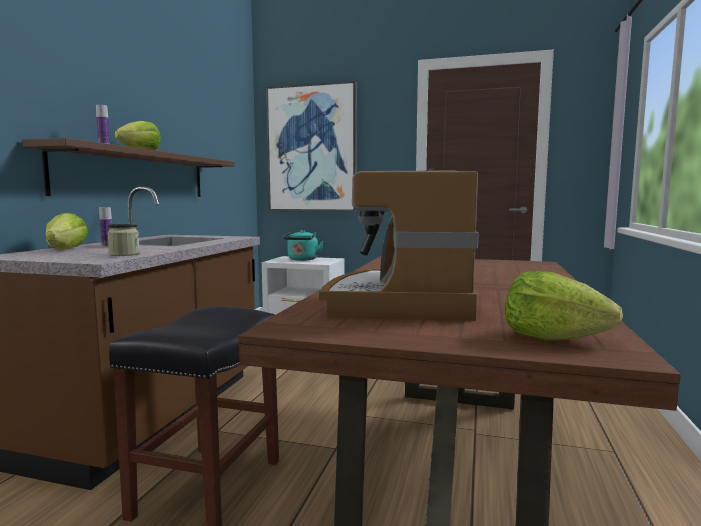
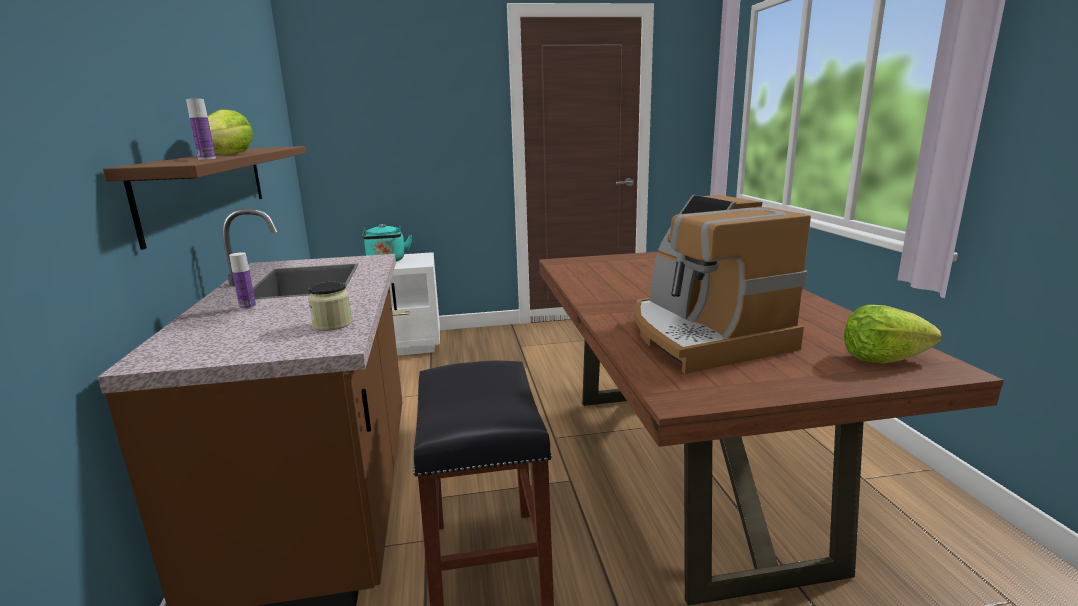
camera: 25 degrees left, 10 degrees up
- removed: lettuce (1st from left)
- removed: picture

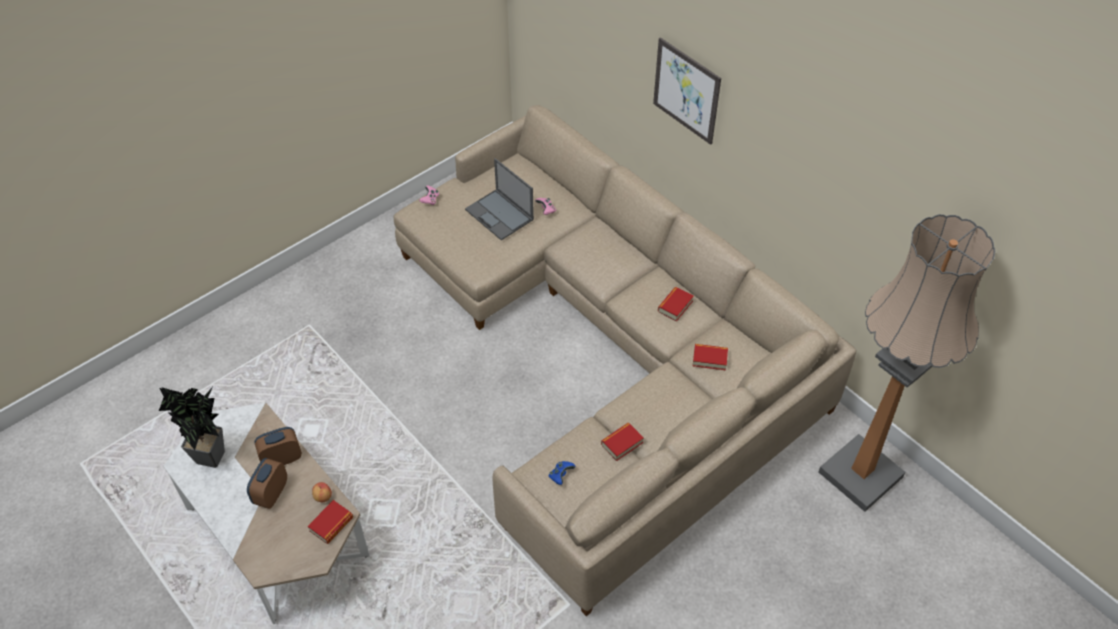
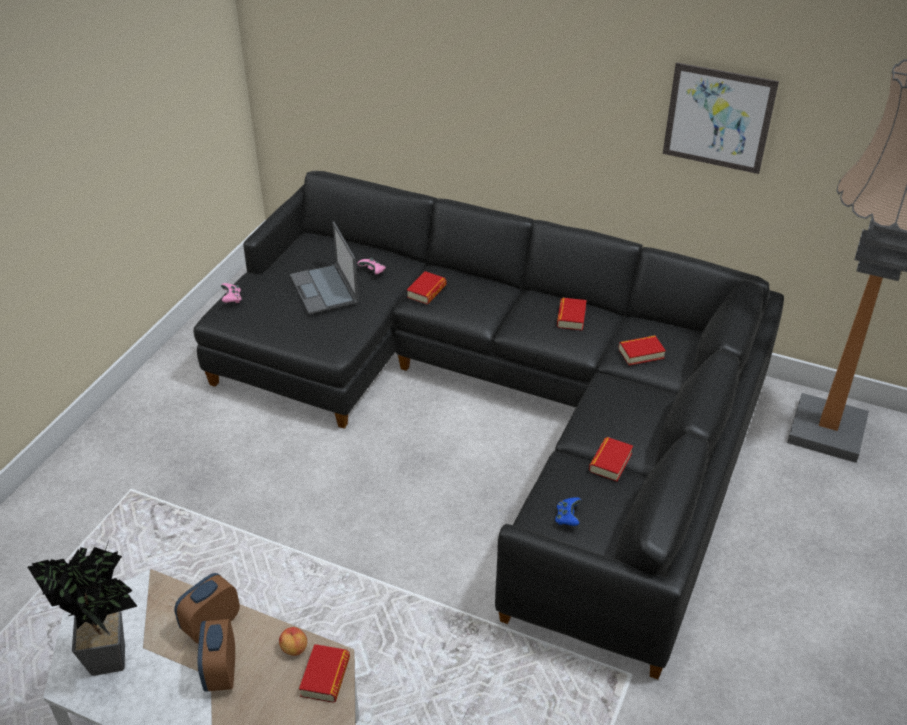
camera: 25 degrees left, 10 degrees down
- added: bound book (2nd from left)
- moved: picture
- recoloured: sand-coloured sofa to black sofa
- turned: notebook computer 45 degrees clockwise

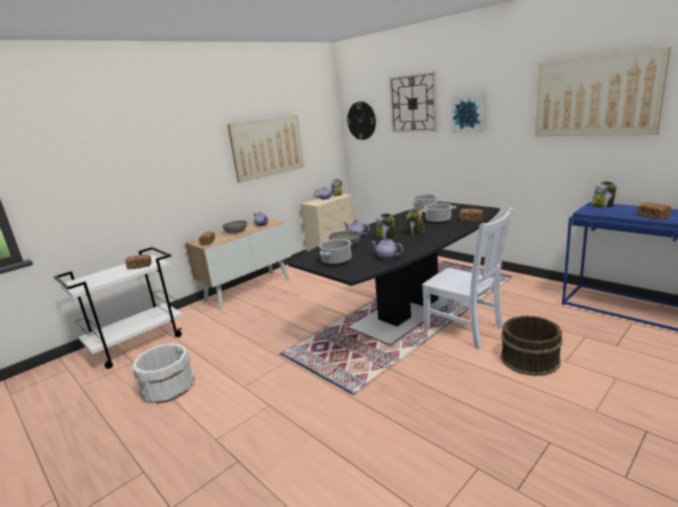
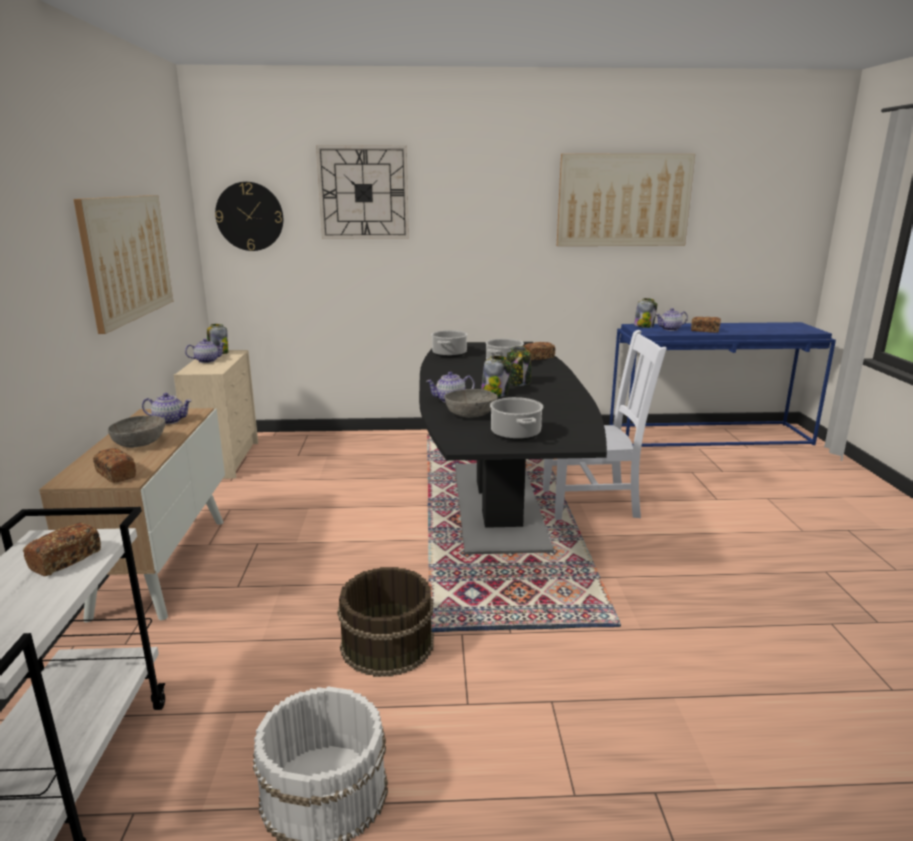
camera: 50 degrees left, 0 degrees up
- removed: picture (2nd from left)
- moved: pot for tea (4th from left)
- moved: brown-coloured pail

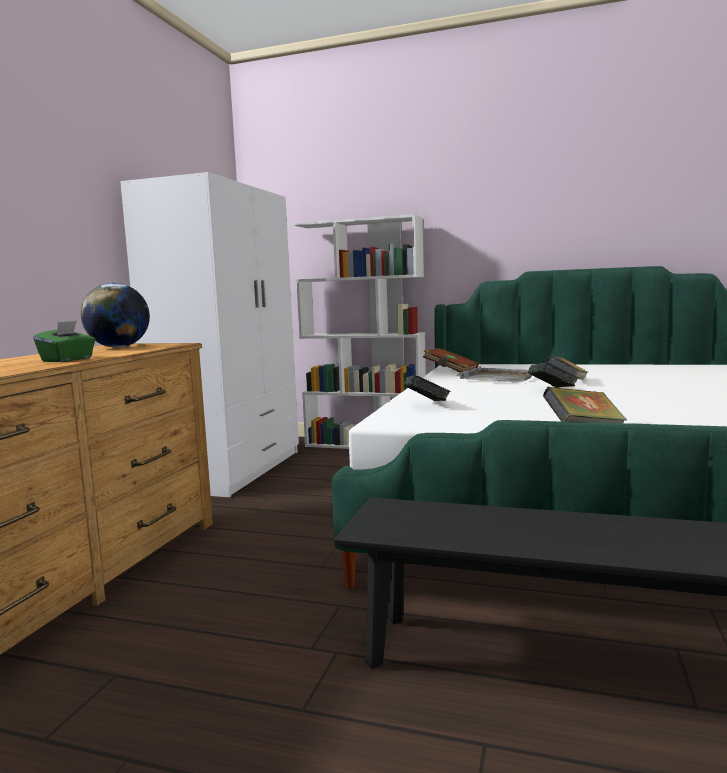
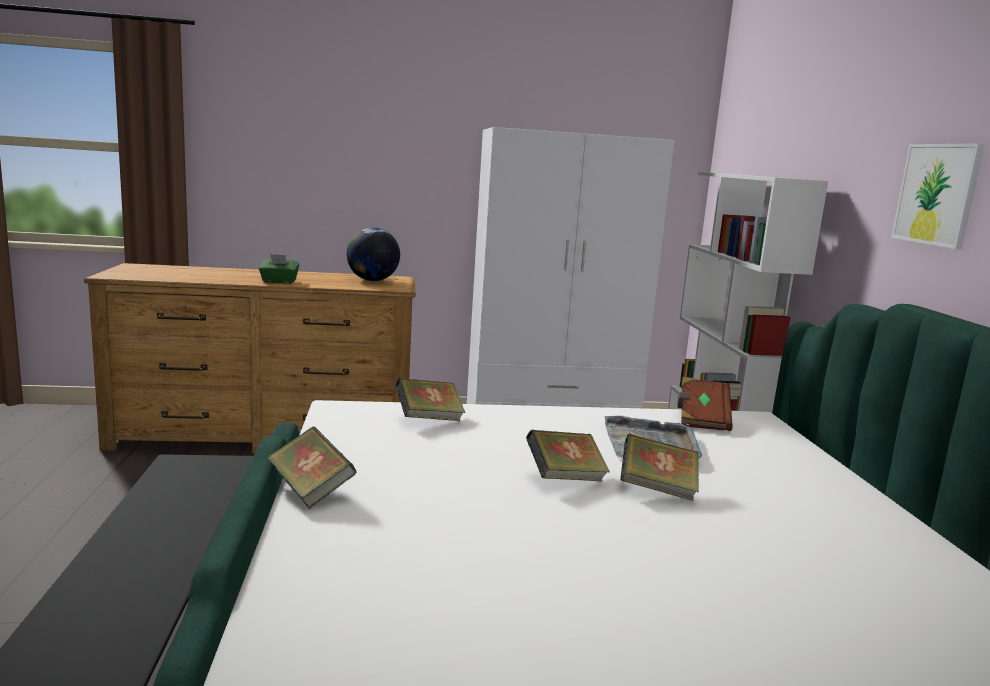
camera: 65 degrees right, 5 degrees up
- added: picture

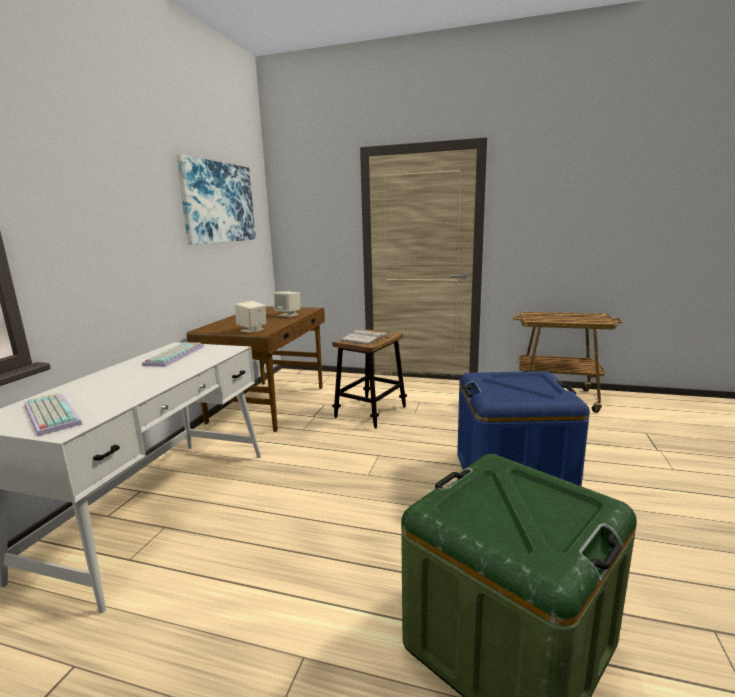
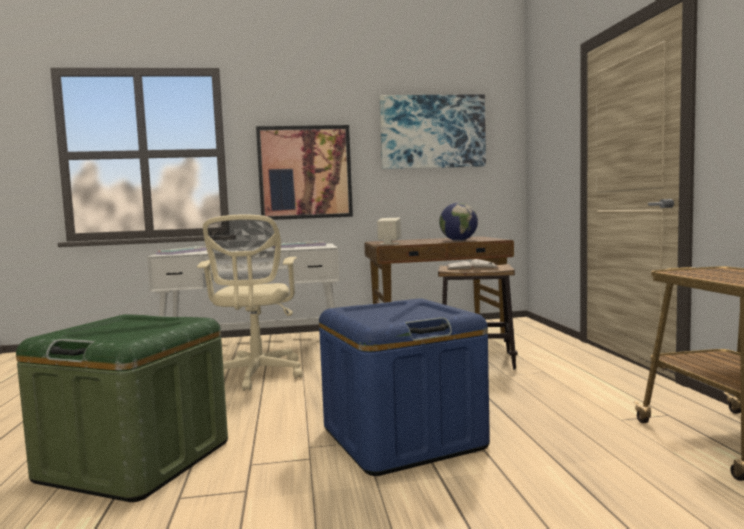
camera: 65 degrees right, 10 degrees down
- added: sand-coloured office chair
- added: picture (1st from left)
- replaced: sand-coloured speaker (2nd from left) to globe

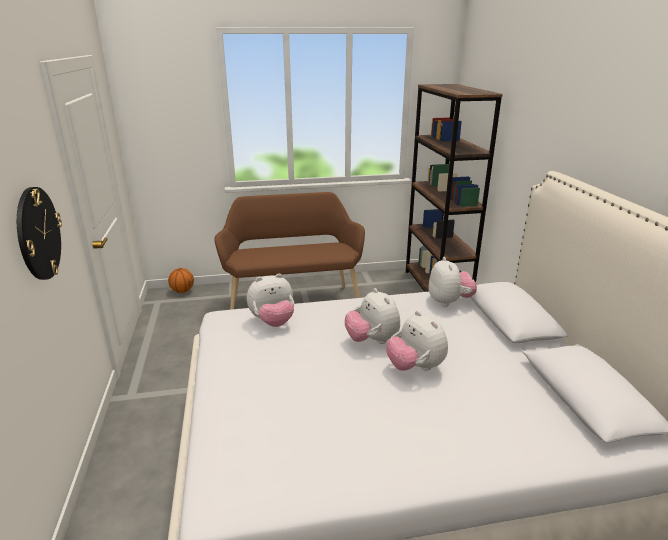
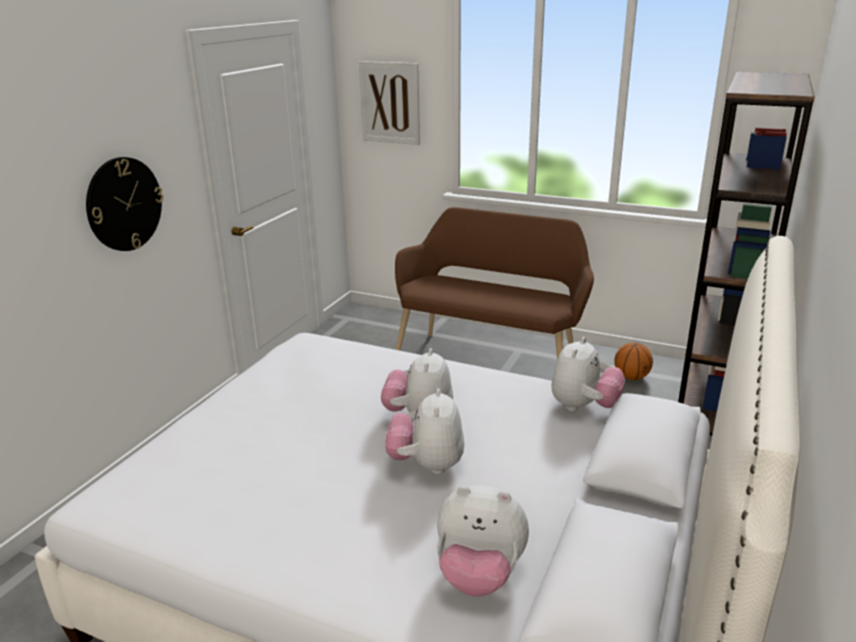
camera: 35 degrees right, 0 degrees up
- added: picture
- moved: basketball
- moved: cuddly toy (1st from left in the first image) to cuddly toy (3rd from left)

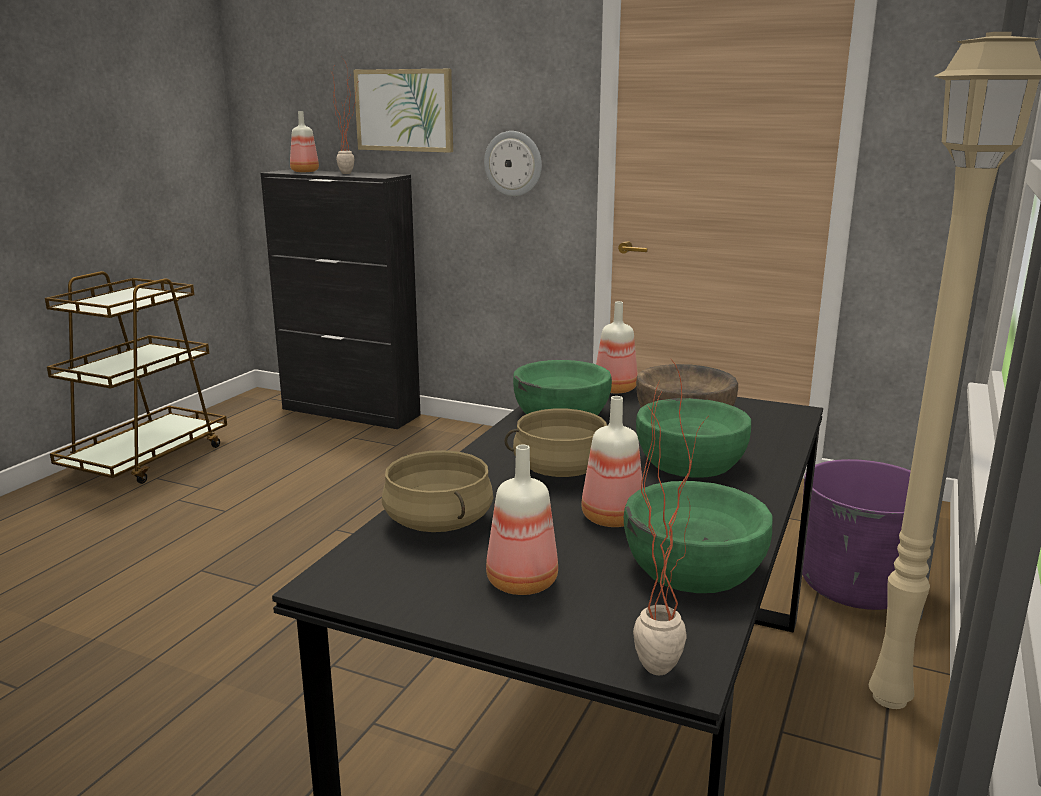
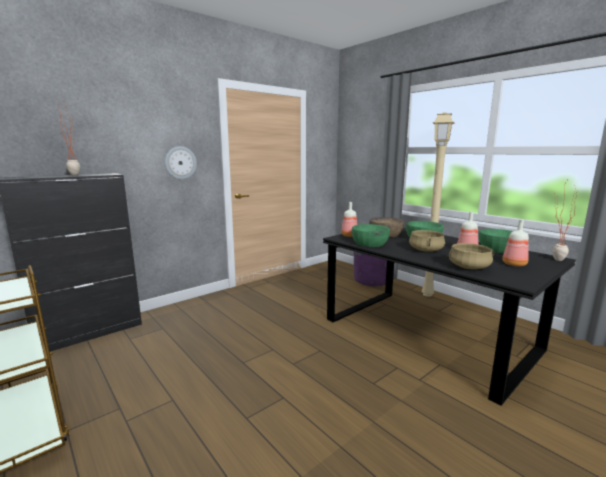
camera: 65 degrees left, 5 degrees down
- removed: drink bottle (1st from left)
- removed: picture

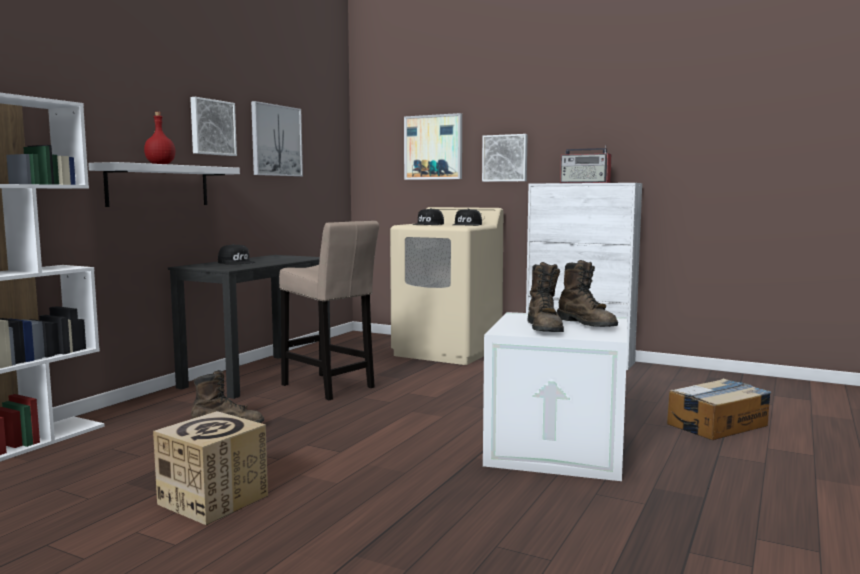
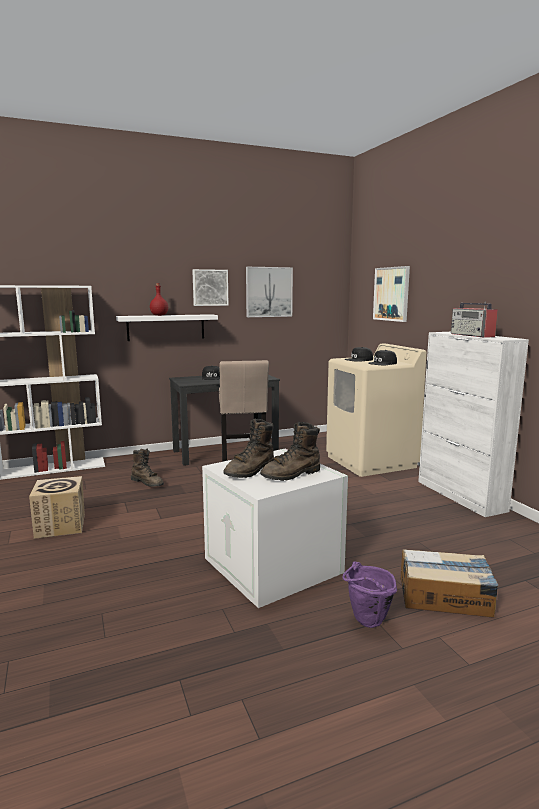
camera: 40 degrees right, 5 degrees up
- removed: picture (4th from left)
- added: purplish pail
- turned: brown-coloured tall boot (3rd from left) 45 degrees clockwise

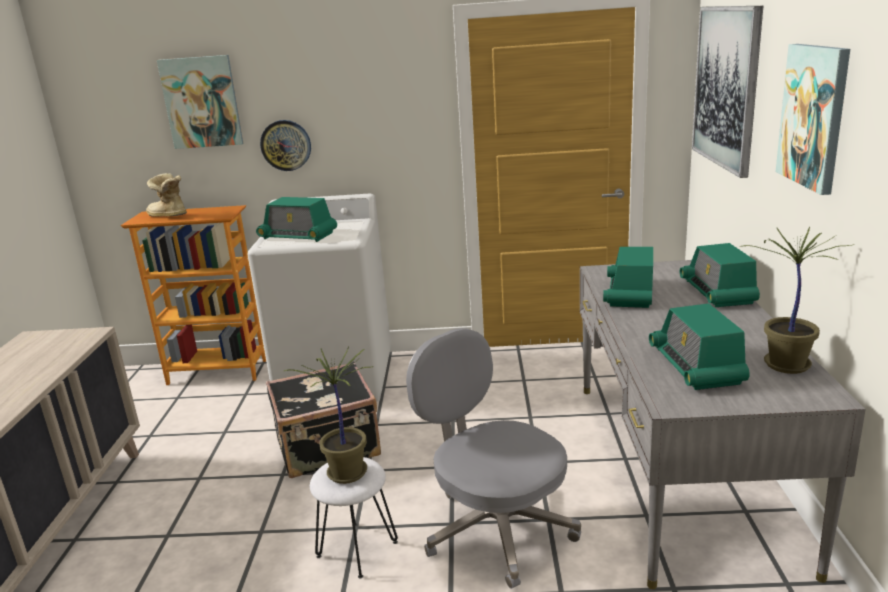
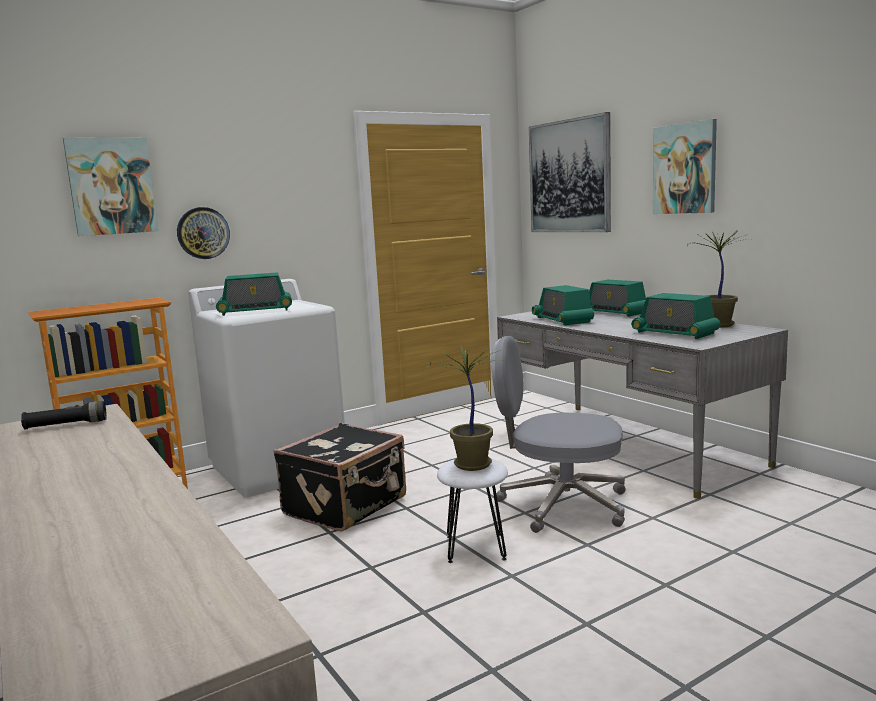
camera: 35 degrees left, 10 degrees down
- removed: tall boot
- added: black torch

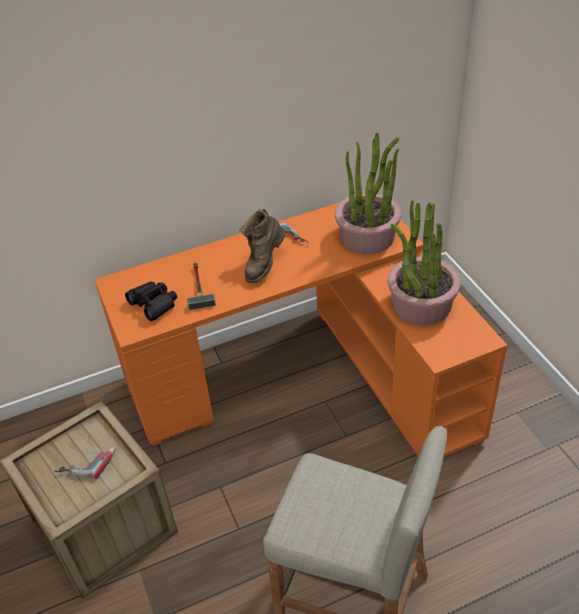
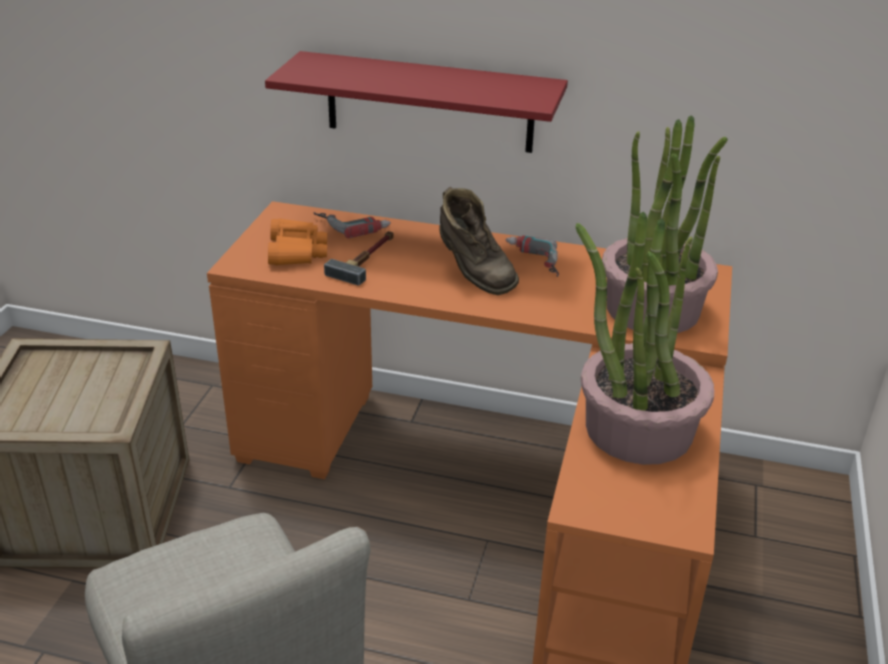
camera: 35 degrees right, 10 degrees down
- added: red wall shelf
- moved: drill (1st from left)
- recoloured: black pair of binoculars to orangey pair of binoculars
- turned: brown-coloured tall boot 105 degrees counterclockwise

